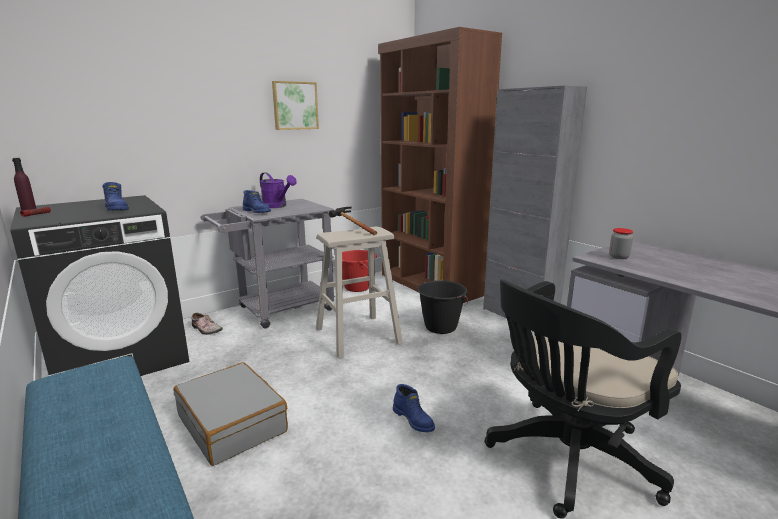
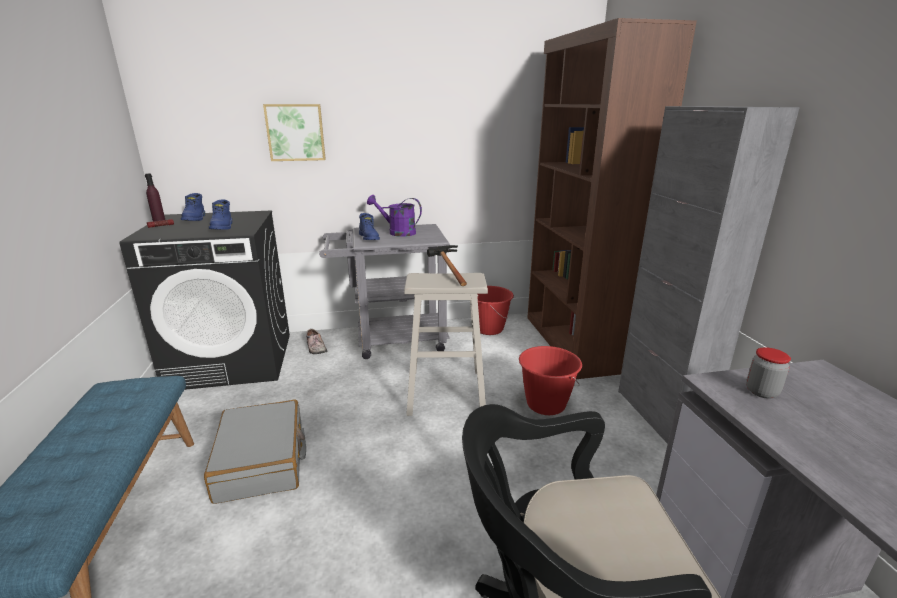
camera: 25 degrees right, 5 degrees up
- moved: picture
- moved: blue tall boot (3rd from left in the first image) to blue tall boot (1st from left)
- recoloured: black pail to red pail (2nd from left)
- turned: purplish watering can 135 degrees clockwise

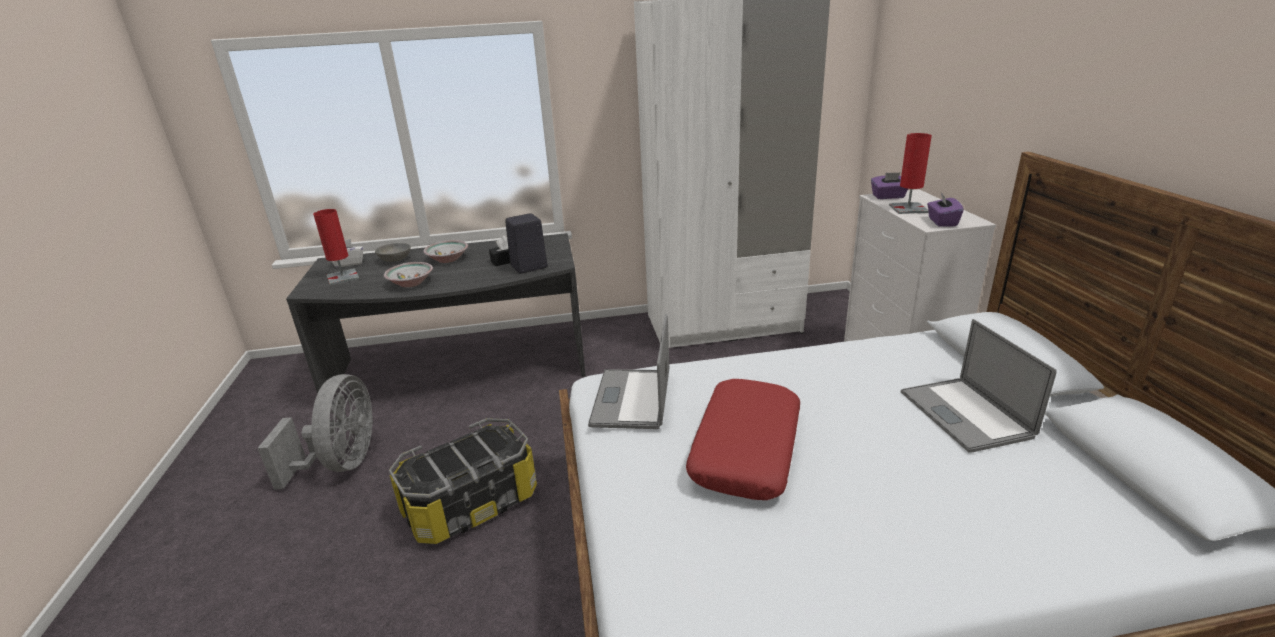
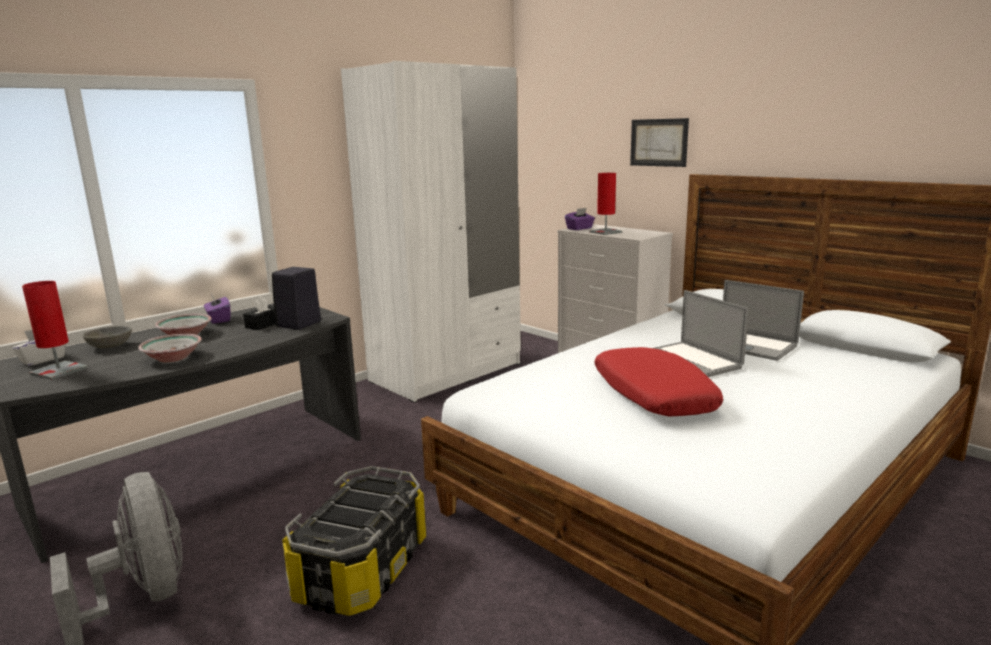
camera: 35 degrees left, 10 degrees down
- added: picture
- moved: notebook computer (1st from left)
- moved: purplish box of tissues (2nd from left in the first image) to purplish box of tissues (1st from left)

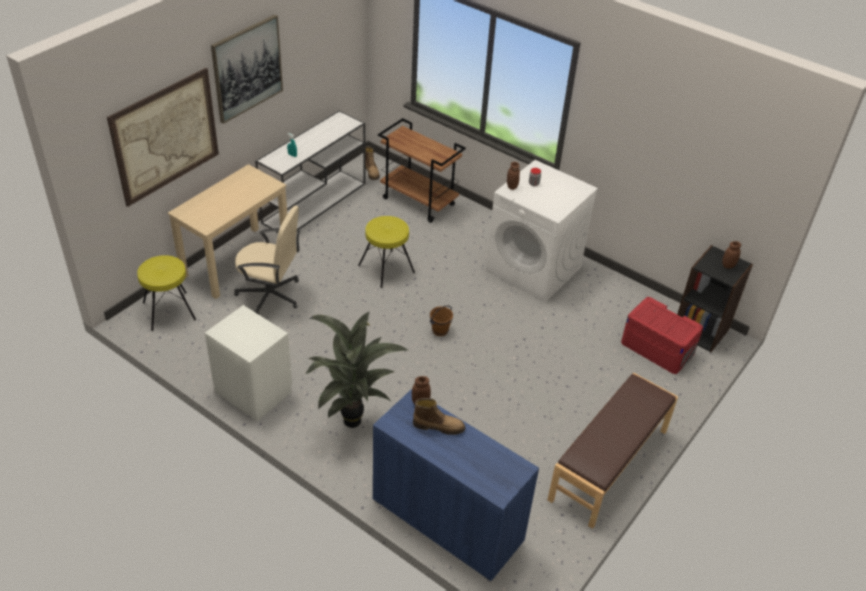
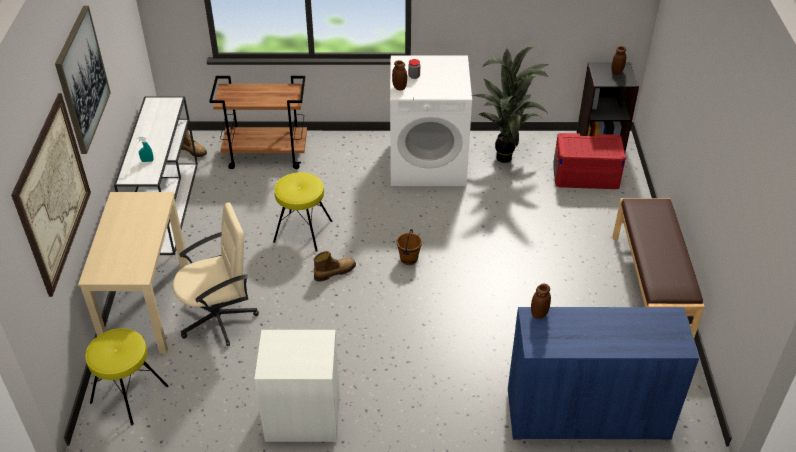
camera: 35 degrees left, 0 degrees up
- moved: houseplant
- moved: tall boot (2nd from left)

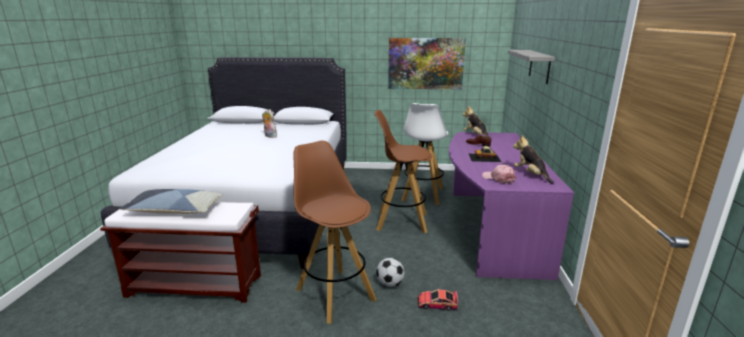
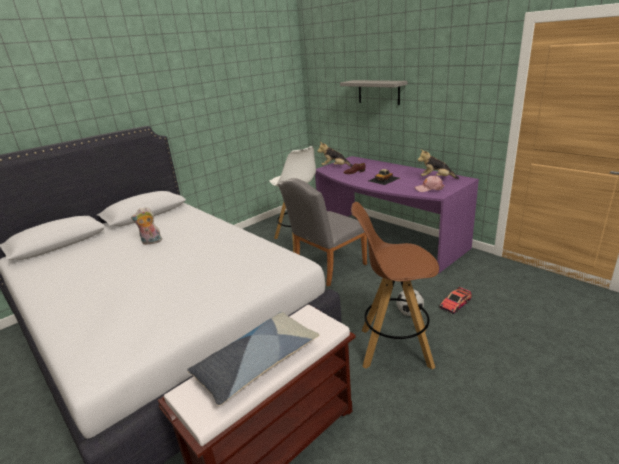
camera: 45 degrees left, 5 degrees up
- removed: picture
- replaced: brown-coloured sitting stool (2nd from left) to gray plain chair

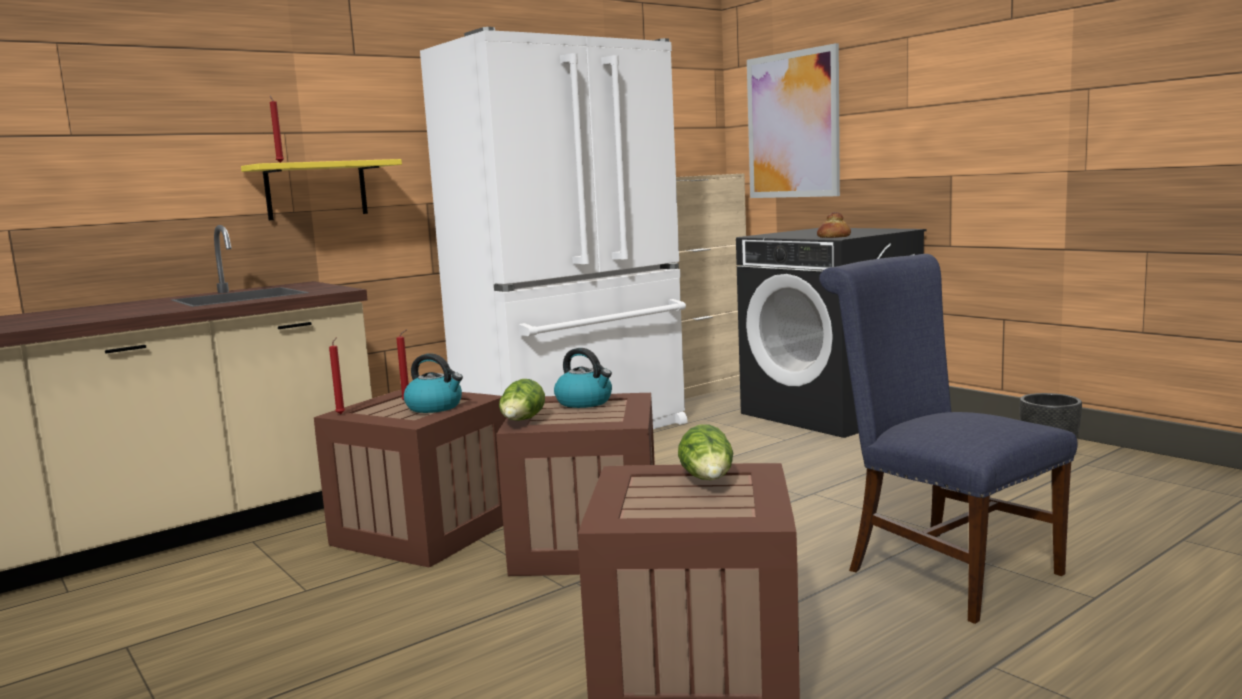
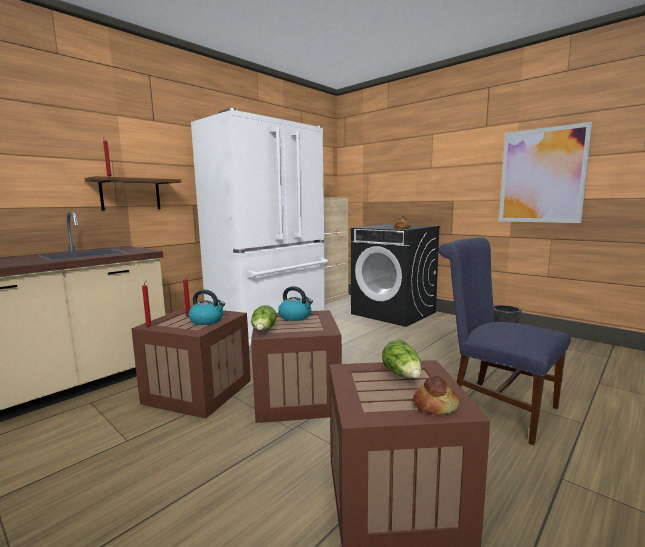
camera: 10 degrees left, 0 degrees up
- added: bread (2nd from left)
- moved: picture
- recoloured: yellow wall shelf to brown-coloured wall shelf

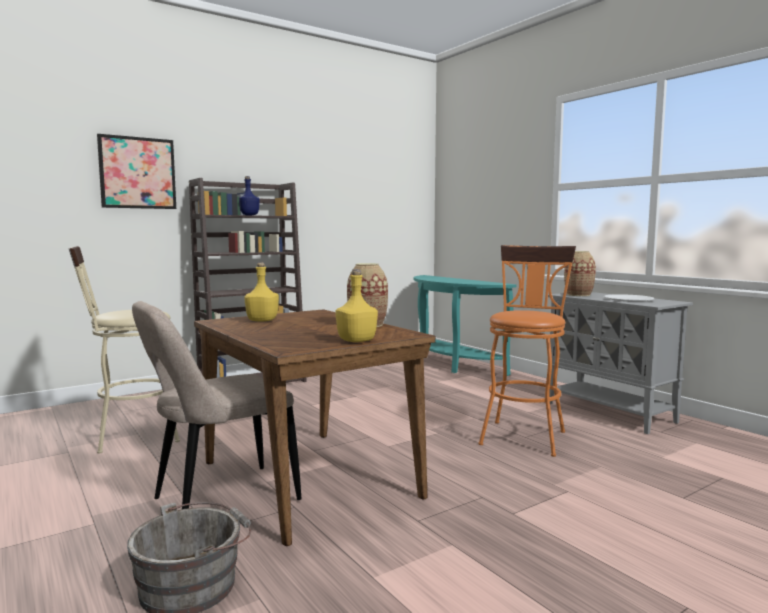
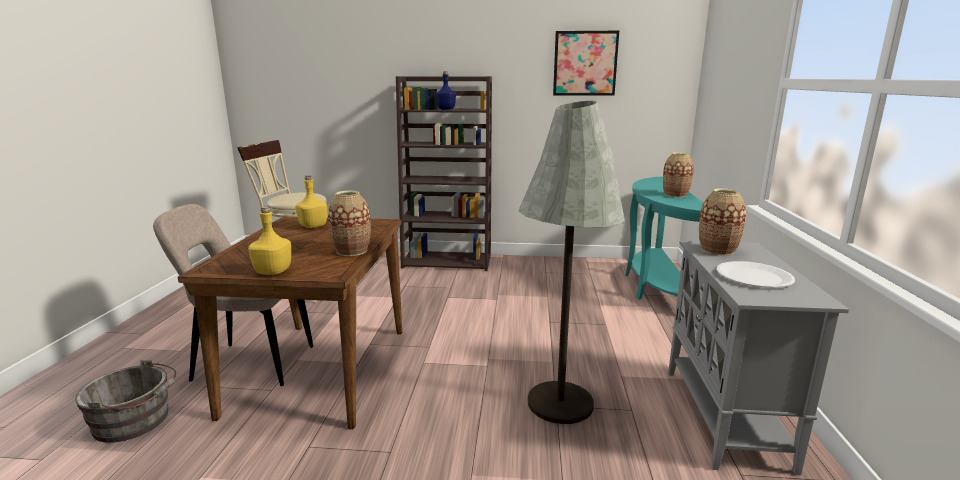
camera: 40 degrees right, 10 degrees up
- added: vase (2nd from left)
- moved: picture
- replaced: orangey sitting stool to gray standing lamp

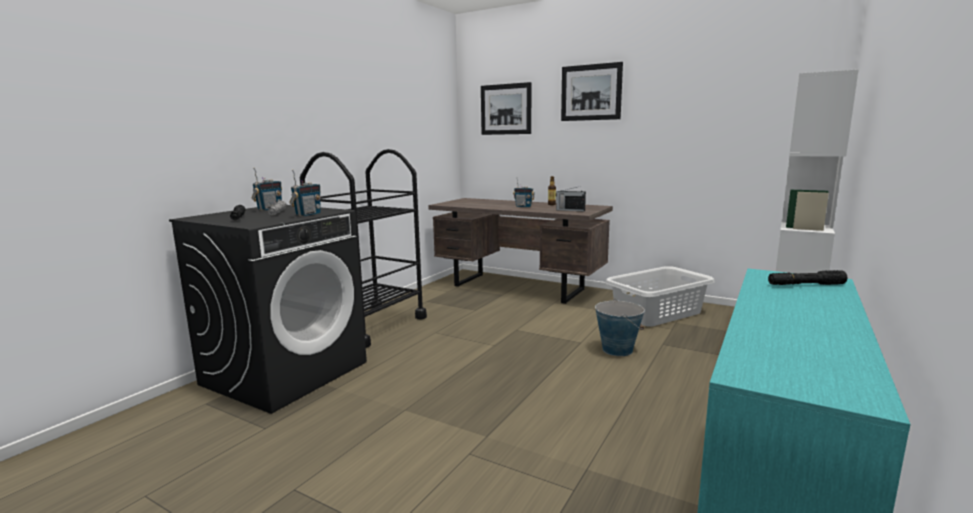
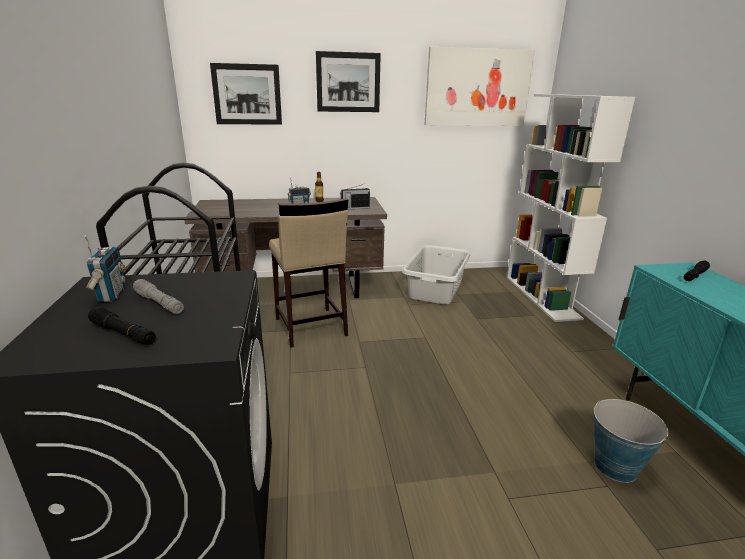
camera: 40 degrees left, 10 degrees up
- removed: radio (2nd from left)
- added: sand-coloured sitting stool
- added: picture (3rd from left)
- moved: pail

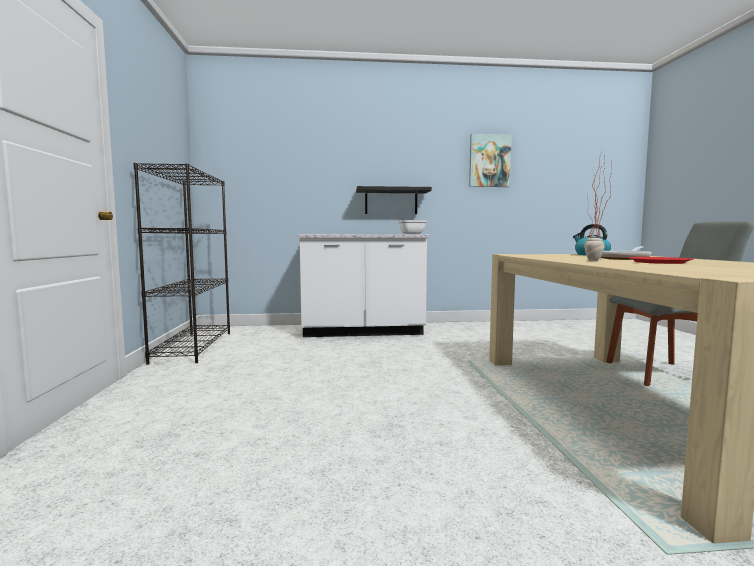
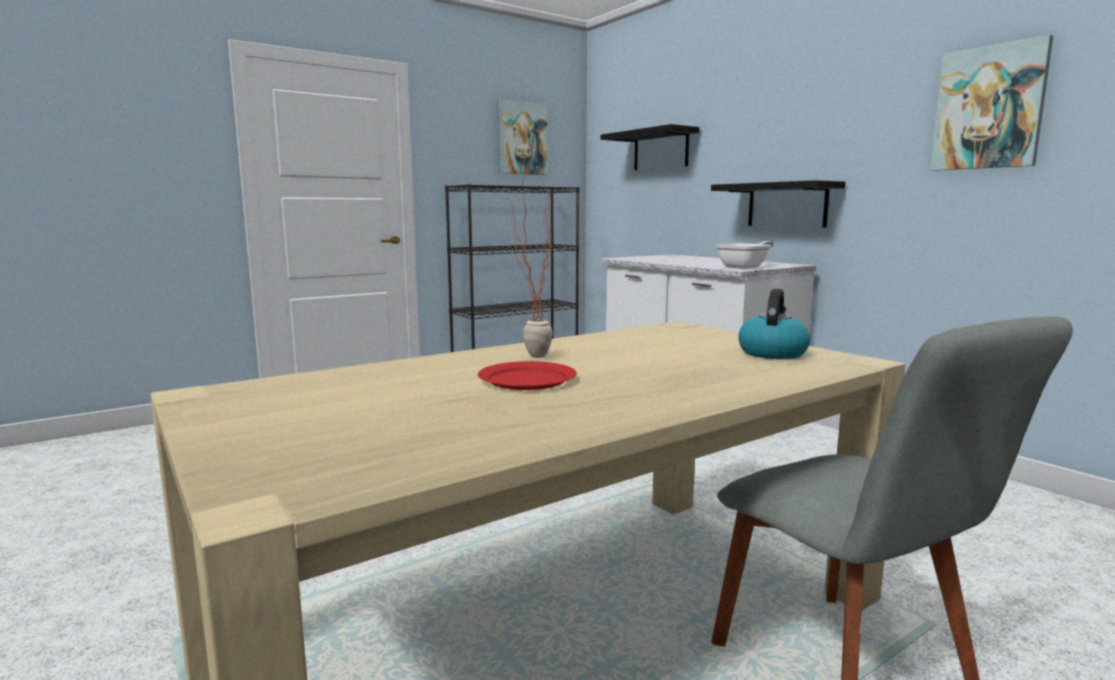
camera: 60 degrees right, 5 degrees up
- removed: frying pan (2nd from left)
- added: picture (1st from left)
- added: black wall shelf (1st from left)

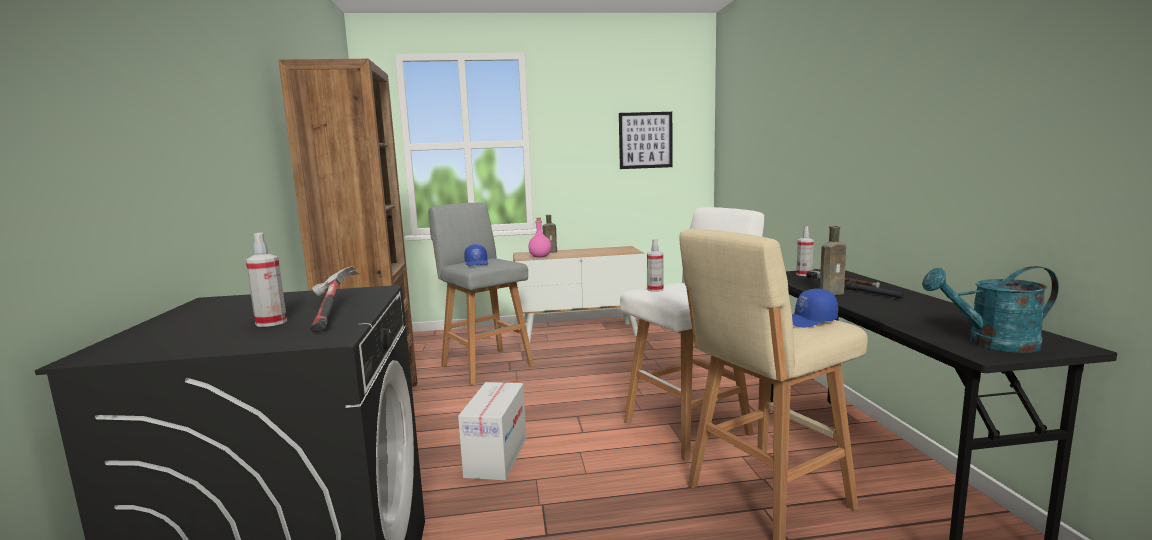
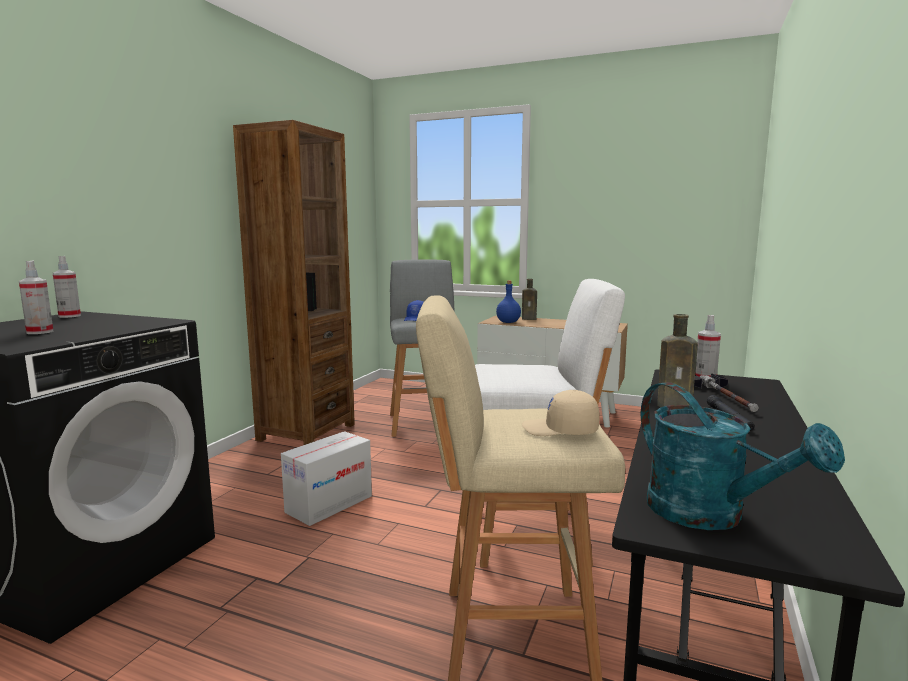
camera: 30 degrees right, 0 degrees up
- removed: hammer (1st from left)
- removed: picture
- moved: sprayer (2nd from left)
- recoloured: pink-coloured drink bottle to blue drink bottle
- recoloured: blue baseball cap (2nd from left) to sand-coloured baseball cap
- turned: turquoise watering can 150 degrees counterclockwise

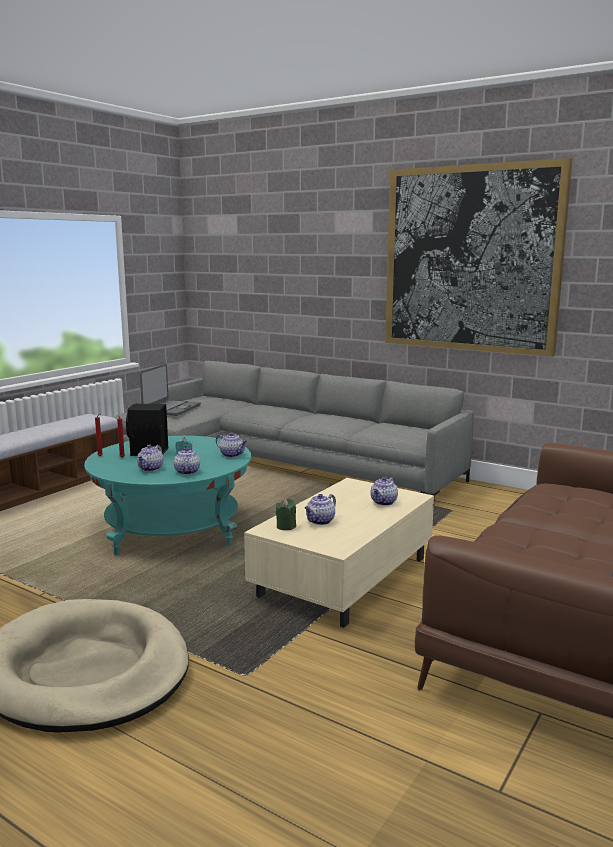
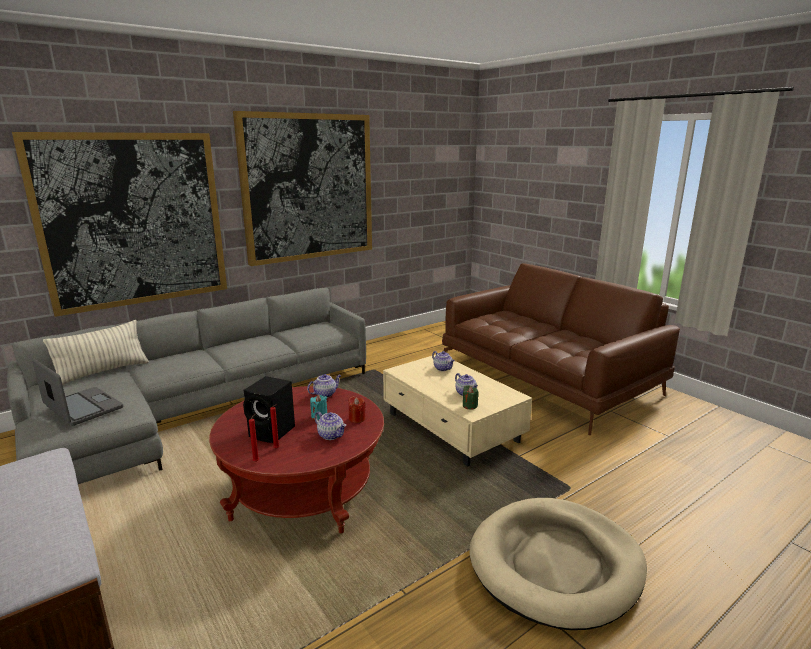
camera: 70 degrees left, 5 degrees up
- added: picture (1st from left)
- added: cushion
- replaced: pot for tea (2nd from left) to red wax light (3rd from left)
- recoloured: turquoise coffee table to red coffee table

